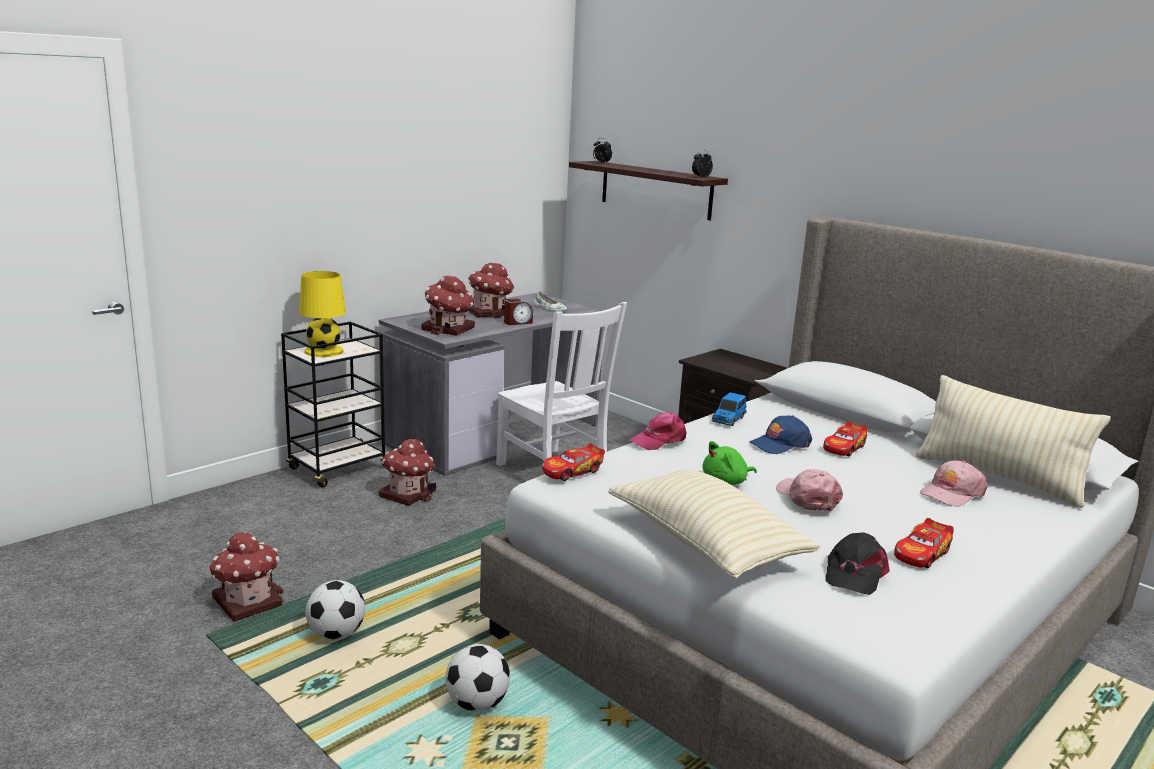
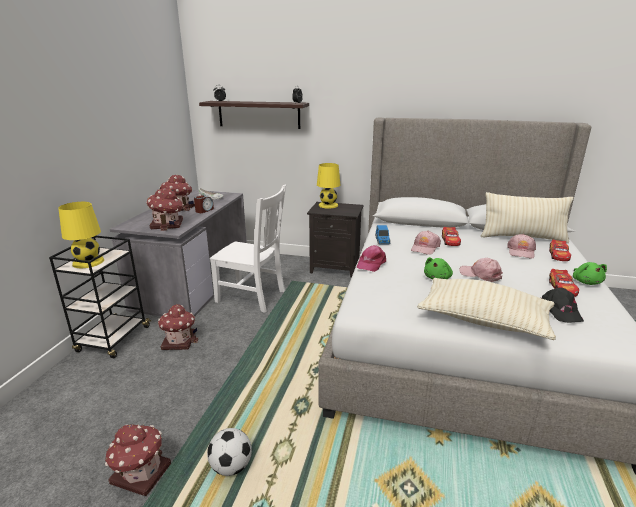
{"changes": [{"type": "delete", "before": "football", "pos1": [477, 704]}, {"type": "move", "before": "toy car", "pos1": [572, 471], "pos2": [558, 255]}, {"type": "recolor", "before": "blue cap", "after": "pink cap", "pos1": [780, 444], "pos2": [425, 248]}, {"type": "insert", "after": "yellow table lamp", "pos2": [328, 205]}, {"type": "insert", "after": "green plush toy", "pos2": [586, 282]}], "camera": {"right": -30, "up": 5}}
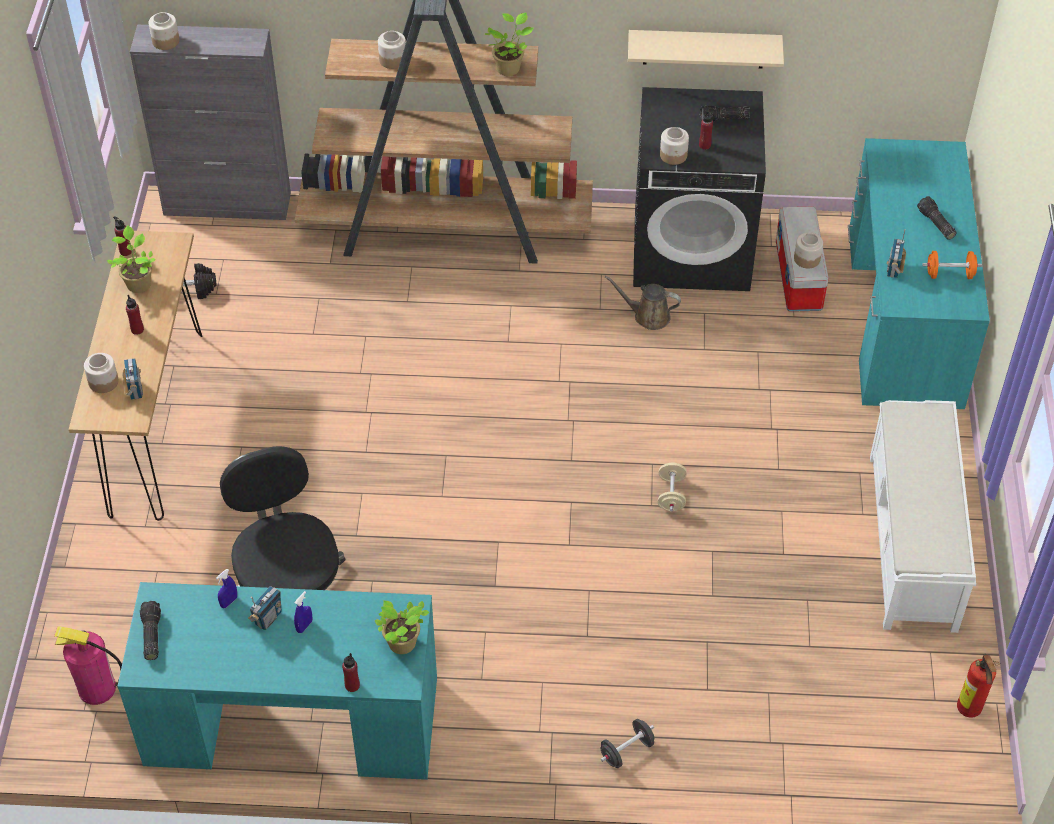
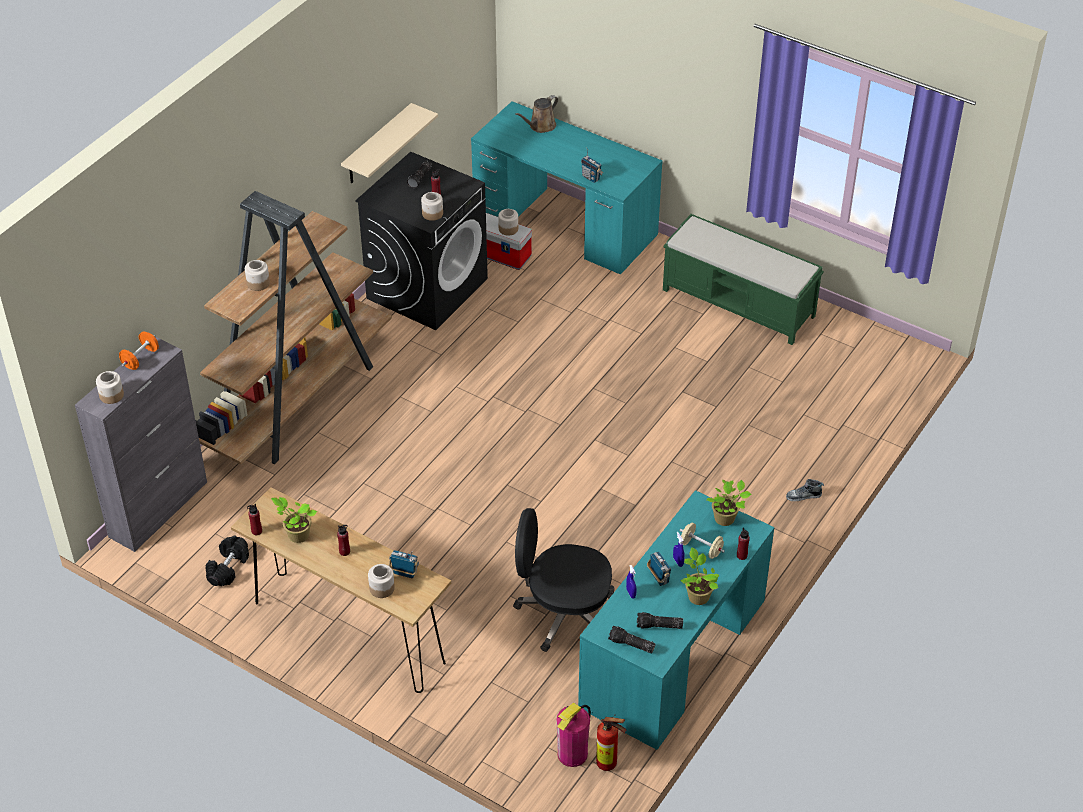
{"changes": [{"type": "move", "before": "potted plant", "pos1": [509, 68], "pos2": [697, 596]}, {"type": "replace", "before": "black dumbbell", "after": "shoe", "pos1": [626, 751], "pos2": [803, 496]}, {"type": "move", "before": "brown watering can", "pos1": [648, 316], "pos2": [540, 126]}, {"type": "move", "before": "beige dumbbell", "pos1": [671, 495], "pos2": [701, 548]}, {"type": "recolor", "before": "white bench", "after": "green bench", "pos1": [912, 543], "pos2": [739, 303]}, {"type": "move", "before": "flashlight", "pos1": [935, 224], "pos2": [659, 626]}, {"type": "move", "before": "orange dumbbell", "pos1": [949, 274], "pos2": [140, 359]}, {"type": "move", "before": "fire extinguisher", "pos1": [969, 711], "pos2": [609, 765]}], "camera": {"right": -60, "up": -5}}
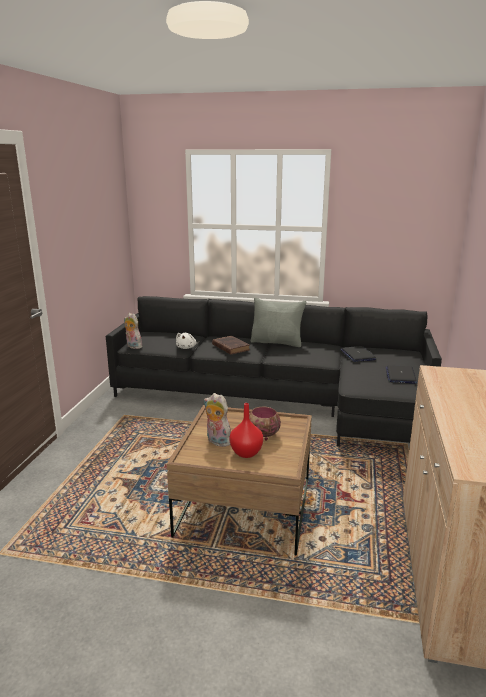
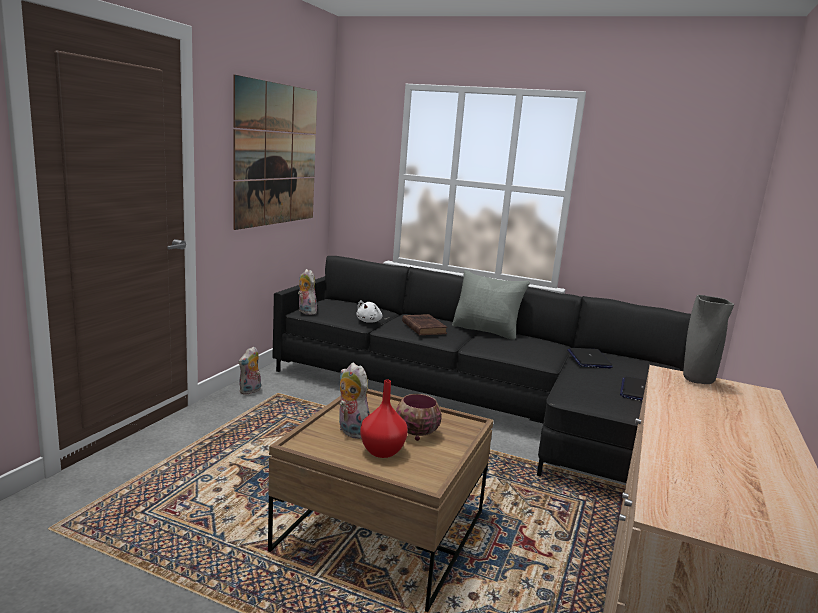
{"changes": [{"type": "insert", "after": "picture", "pos2": [276, 155]}, {"type": "insert", "after": "plush toy", "pos2": [250, 391]}, {"type": "insert", "after": "grey vase", "pos2": [696, 380]}], "camera": {"right": 10, "up": -5}}
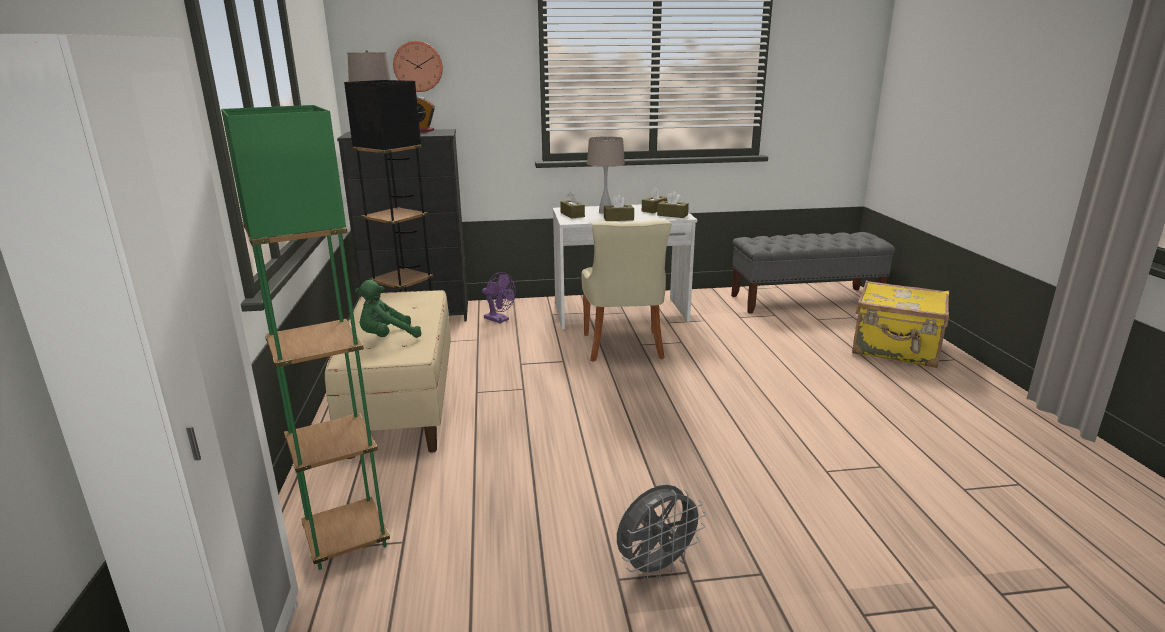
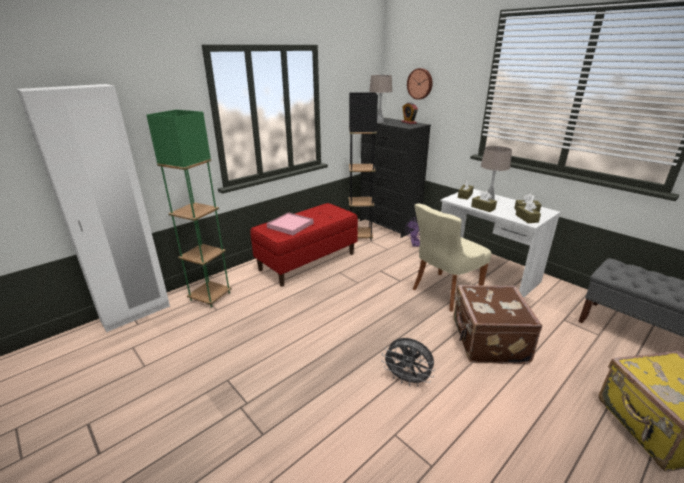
{"changes": [{"type": "recolor", "before": "beige bench", "after": "red bench", "pos1": [402, 405], "pos2": [307, 261]}, {"type": "replace", "before": "green plush toy", "after": "pink tray", "pos1": [387, 338], "pos2": [290, 225]}, {"type": "move", "before": "grey fan", "pos1": [656, 566], "pos2": [407, 379]}, {"type": "insert", "after": "brown suitcase", "pos2": [487, 341]}], "camera": {"right": 55, "up": 5}}
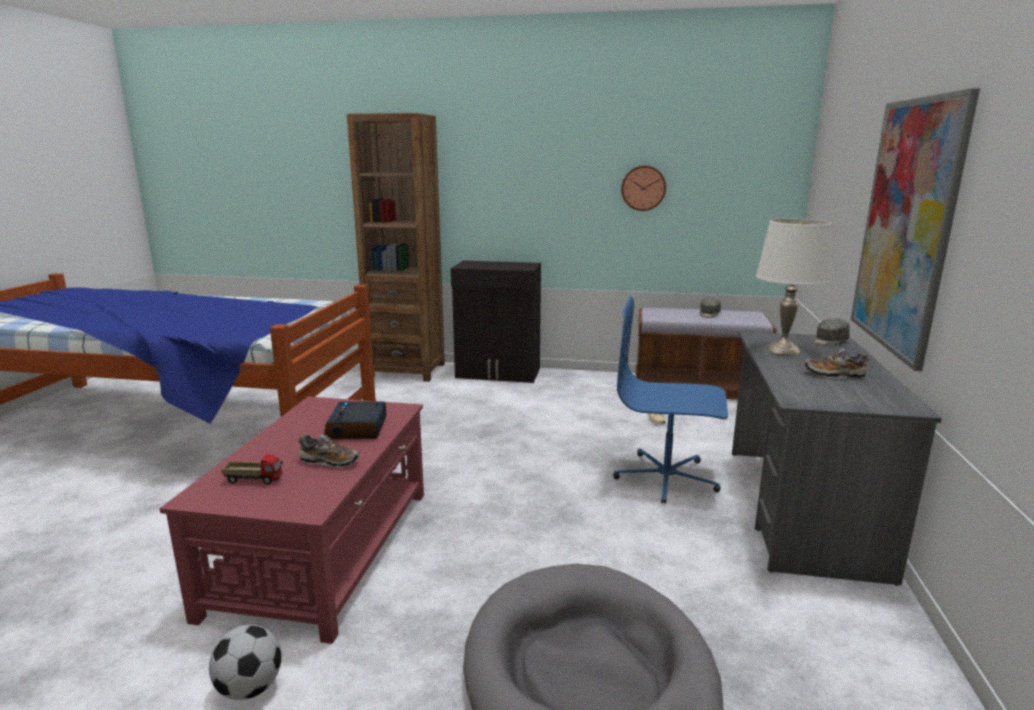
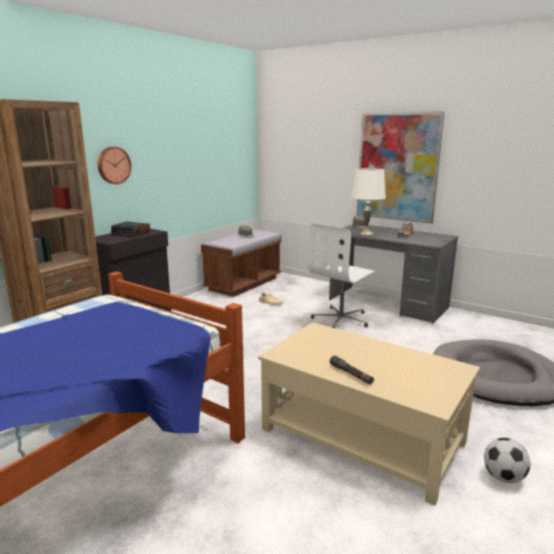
{"changes": [{"type": "recolor", "before": "red coffee table", "after": "beige coffee table", "pos1": [325, 548], "pos2": [361, 435]}, {"type": "delete", "before": "toy truck", "pos1": [254, 480]}, {"type": "delete", "before": "shoe", "pos1": [329, 461]}, {"type": "move", "before": "alarm clock", "pos1": [357, 428], "pos2": [131, 233]}, {"type": "recolor", "before": "blue office chair", "after": "white office chair", "pos1": [666, 478], "pos2": [341, 319]}, {"type": "move", "before": "wall clock", "pos1": [643, 188], "pos2": [113, 165]}, {"type": "insert", "after": "black flashlight", "pos2": [351, 374]}], "camera": {"right": -65, "up": 0}}
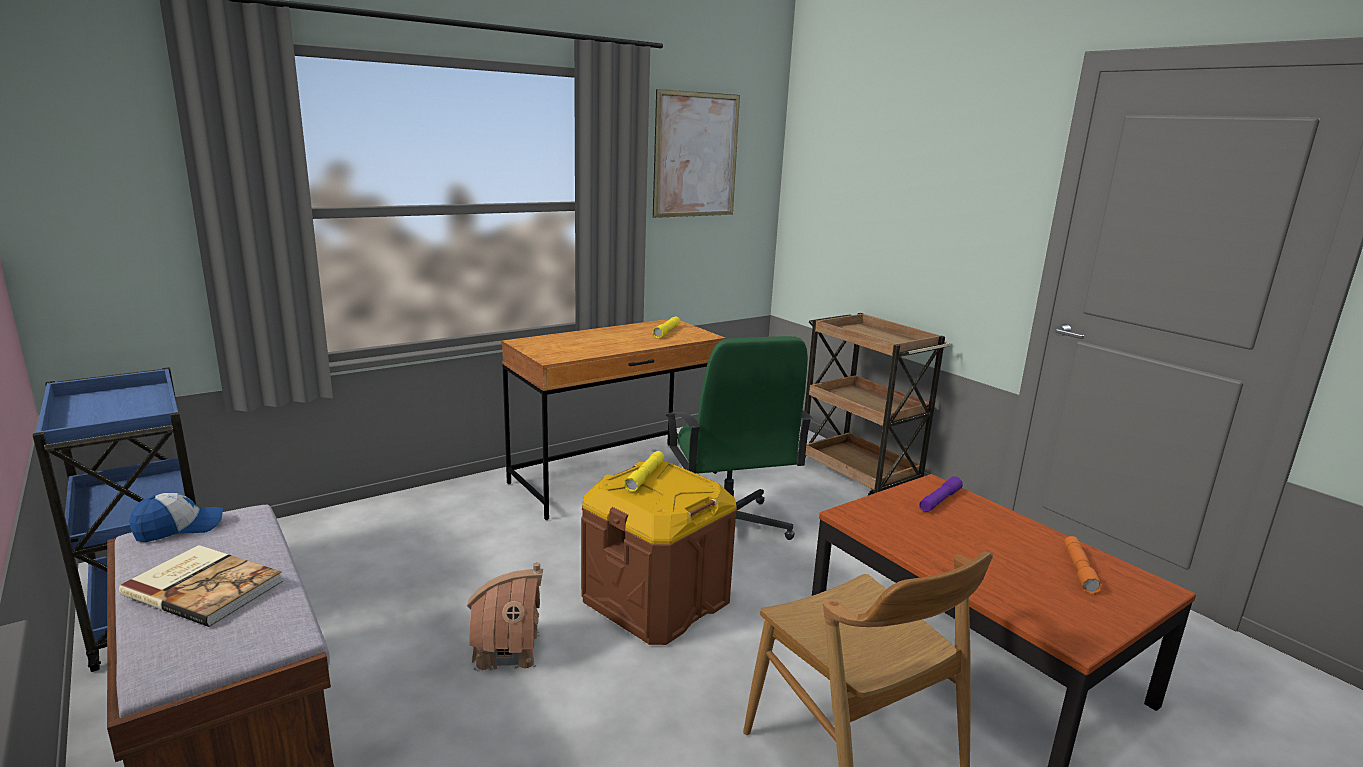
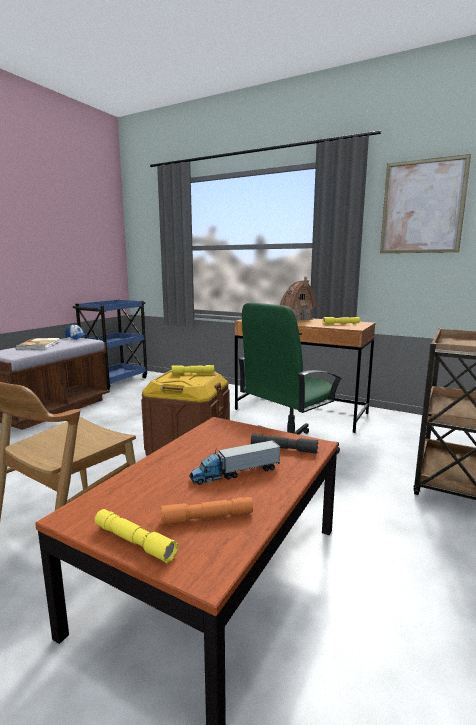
{"changes": [{"type": "move", "before": "toy house", "pos1": [508, 650], "pos2": [295, 319]}, {"type": "recolor", "before": "purple flashlight", "after": "grey flashlight", "pos1": [939, 500], "pos2": [283, 449]}, {"type": "insert", "after": "yellow flashlight", "pos2": [134, 542]}, {"type": "insert", "after": "toy truck", "pos2": [235, 473]}], "camera": {"right": 65, "up": -5}}
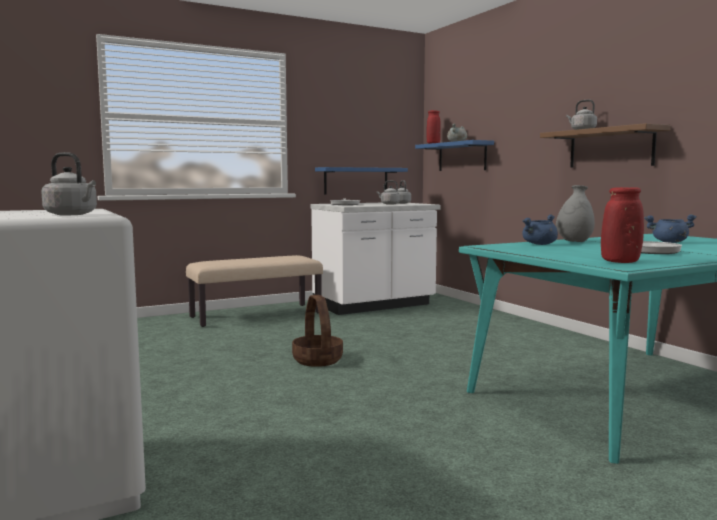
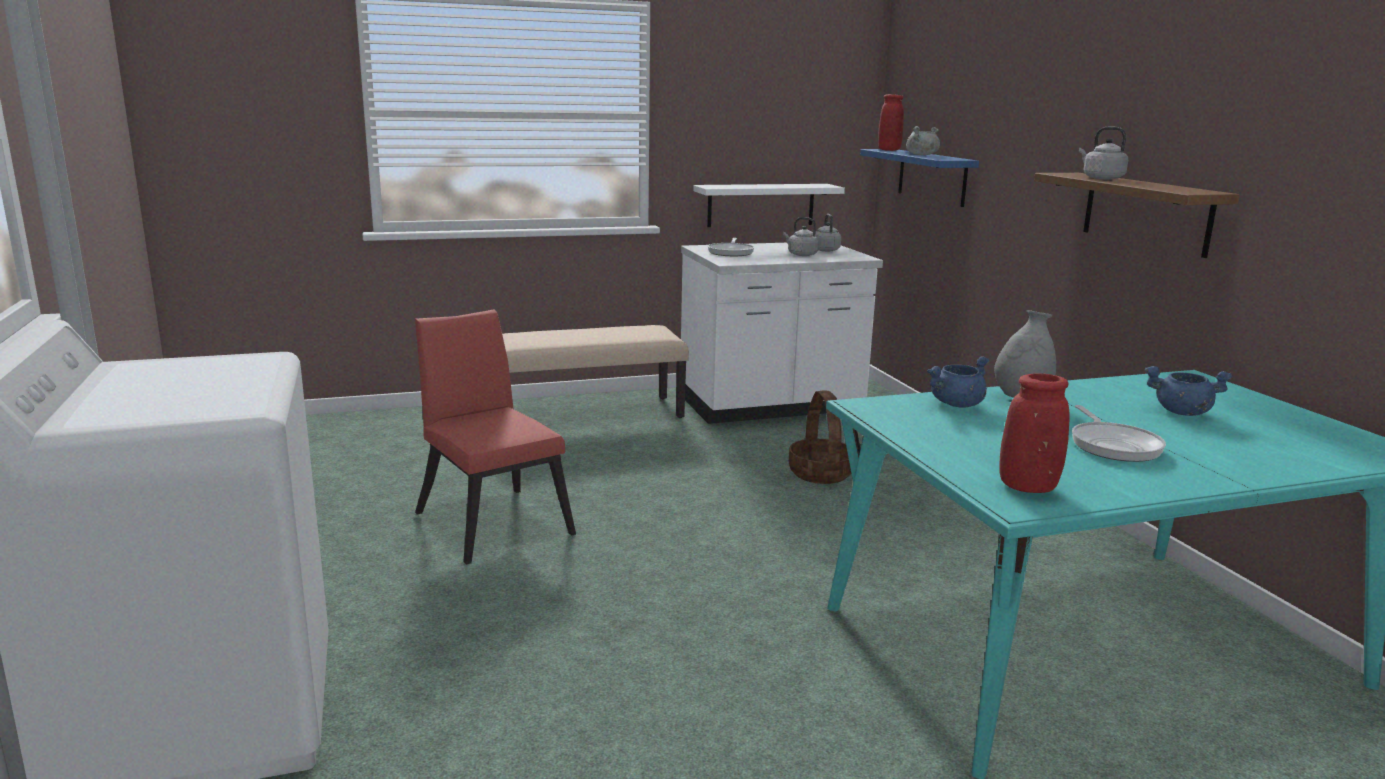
{"changes": [{"type": "delete", "before": "grey kettle", "pos1": [73, 214]}, {"type": "move", "before": "basket", "pos1": [318, 360], "pos2": [821, 473]}, {"type": "recolor", "before": "blue shelf", "after": "white shelf", "pos1": [356, 181], "pos2": [761, 205]}, {"type": "insert", "after": "red chair", "pos2": [492, 519]}], "camera": {"right": 10, "up": 10}}
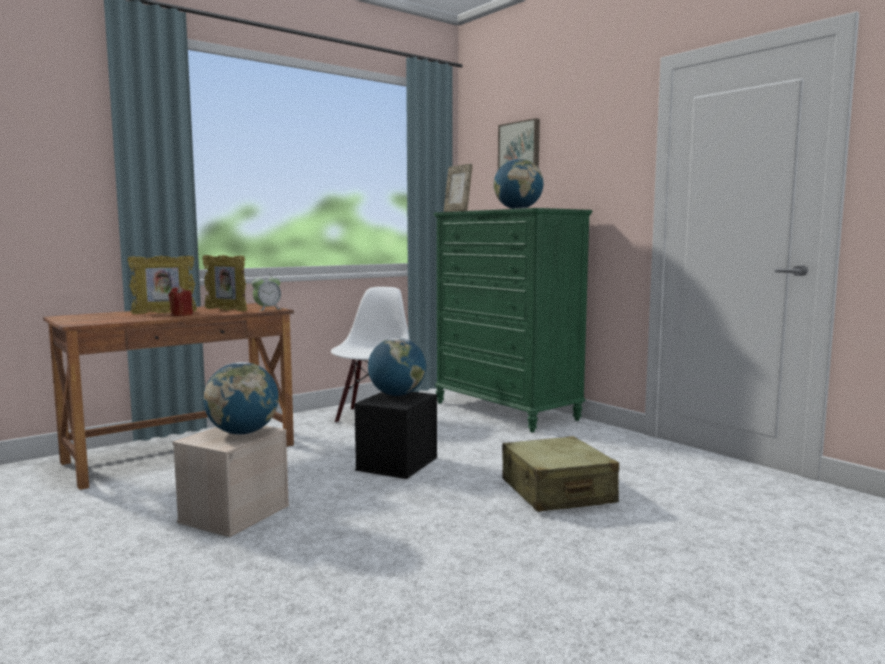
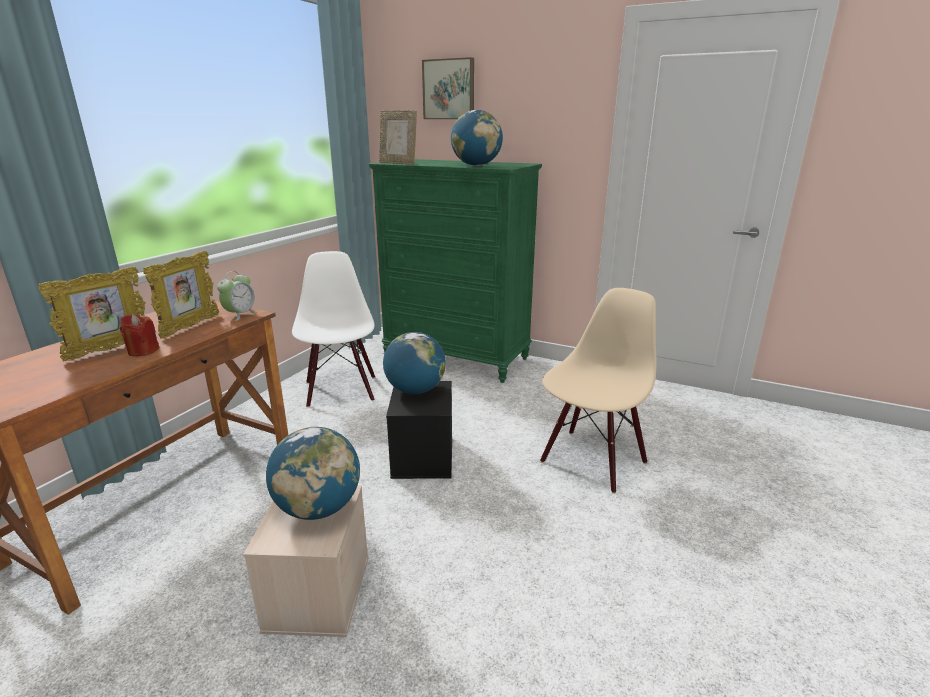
{"changes": [{"type": "rotate", "before": "picture frame", "pos1": [226, 310], "pos2": [190, 327], "turn": -75}, {"type": "replace", "before": "beige suitcase", "after": "beige chair", "pos1": [557, 492], "pos2": [592, 460]}], "camera": {"right": -25, "up": 15}}
